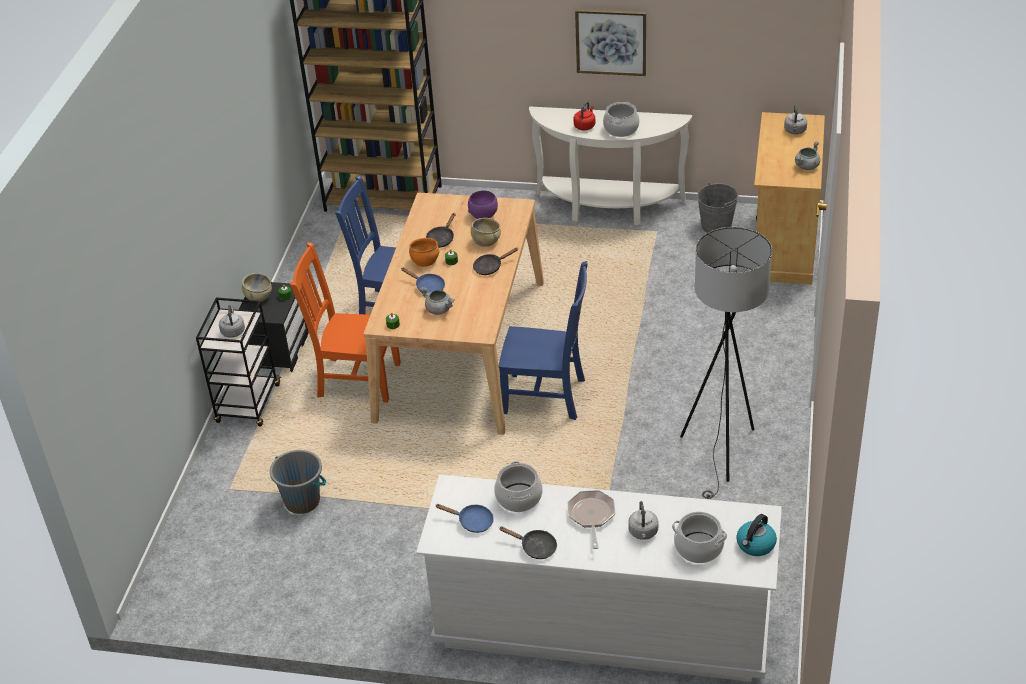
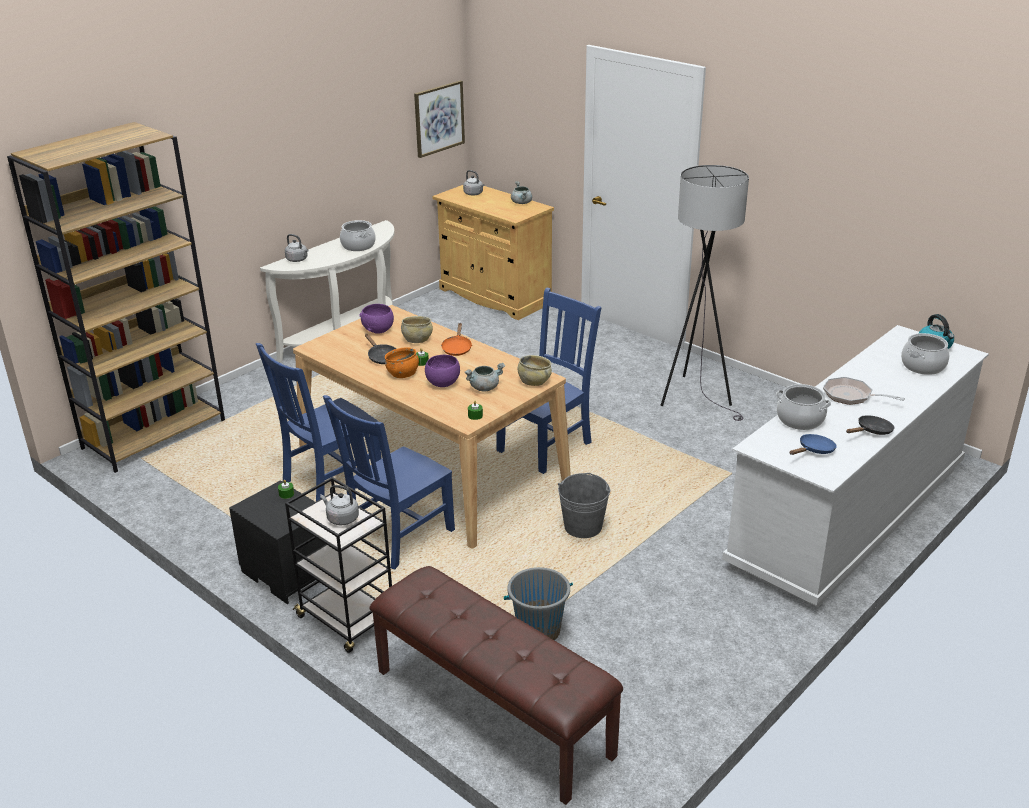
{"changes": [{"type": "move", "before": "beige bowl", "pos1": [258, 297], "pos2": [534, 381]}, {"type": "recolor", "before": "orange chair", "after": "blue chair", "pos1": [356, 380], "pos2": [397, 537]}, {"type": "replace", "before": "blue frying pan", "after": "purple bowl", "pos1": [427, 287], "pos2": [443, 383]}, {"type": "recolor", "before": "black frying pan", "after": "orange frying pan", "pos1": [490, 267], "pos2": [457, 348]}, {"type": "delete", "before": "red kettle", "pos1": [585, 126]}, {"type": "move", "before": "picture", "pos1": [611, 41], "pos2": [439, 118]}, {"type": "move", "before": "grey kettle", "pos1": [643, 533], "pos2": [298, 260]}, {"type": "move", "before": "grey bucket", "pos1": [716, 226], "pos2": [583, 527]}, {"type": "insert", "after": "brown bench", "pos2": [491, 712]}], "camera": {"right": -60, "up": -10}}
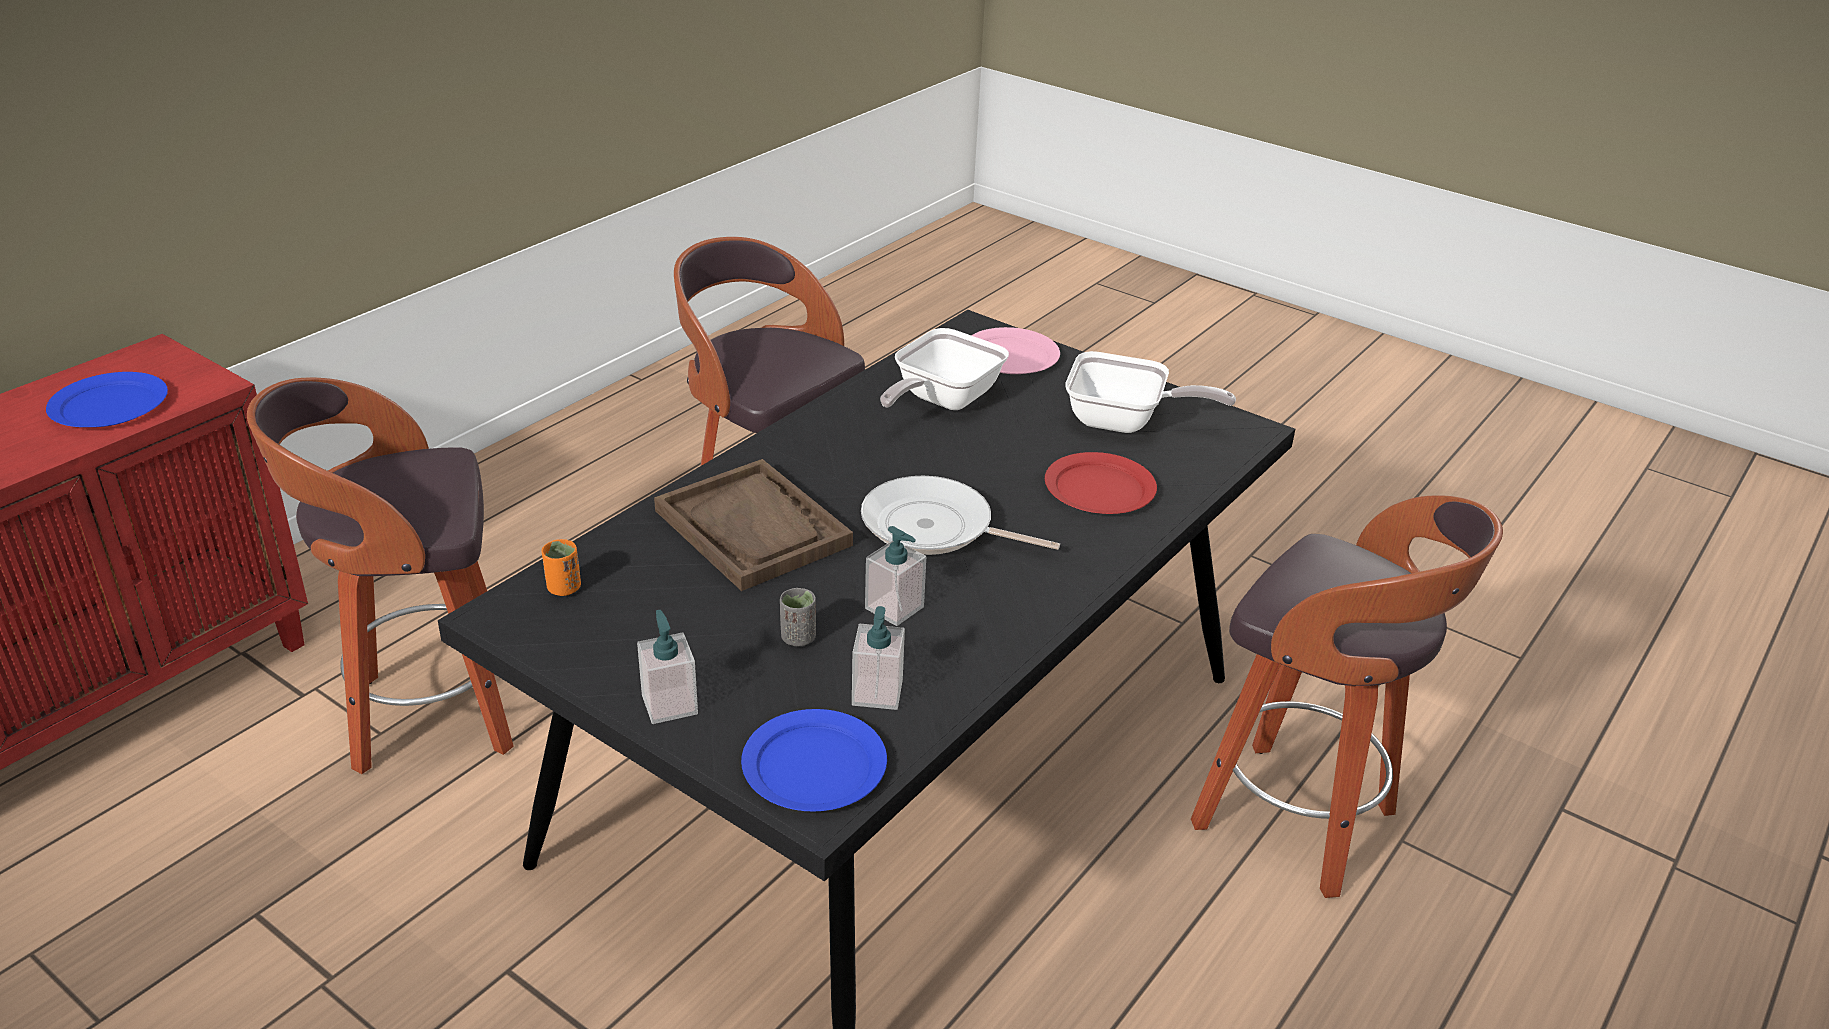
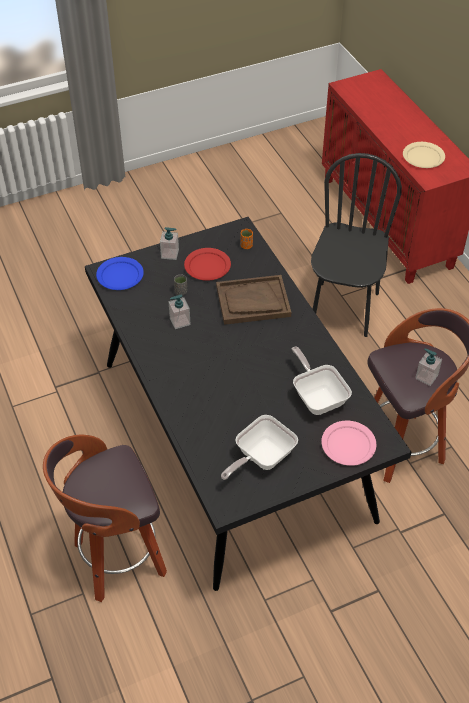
{"changes": [{"type": "recolor", "before": "blue plate", "after": "beige plate", "pos1": [109, 406], "pos2": [423, 157]}, {"type": "replace", "before": "stool", "after": "black chair", "pos1": [428, 717], "pos2": [344, 309]}, {"type": "move", "before": "soap dispenser", "pos1": [877, 693], "pos2": [426, 377]}, {"type": "delete", "before": "frying pan", "pos1": [934, 528]}, {"type": "move", "before": "red plate", "pos1": [1100, 488], "pos2": [207, 266]}], "camera": {"right": 120, "up": 15}}
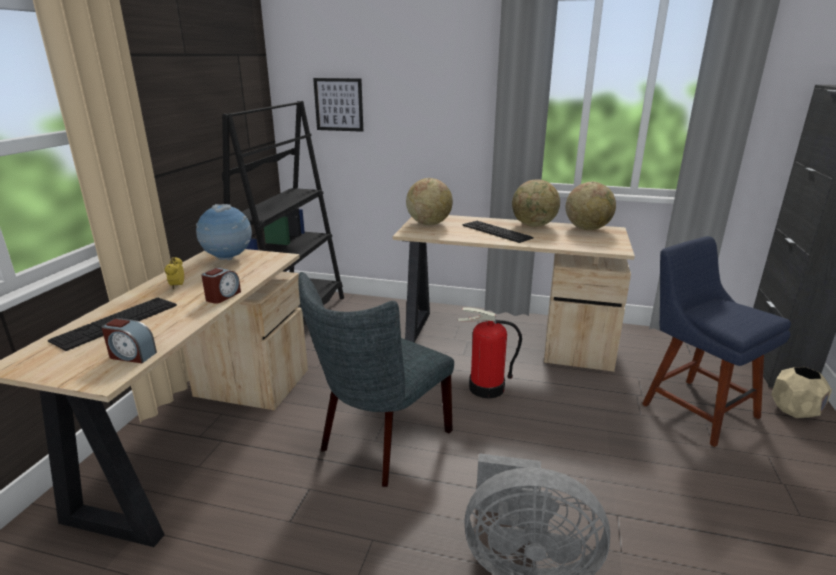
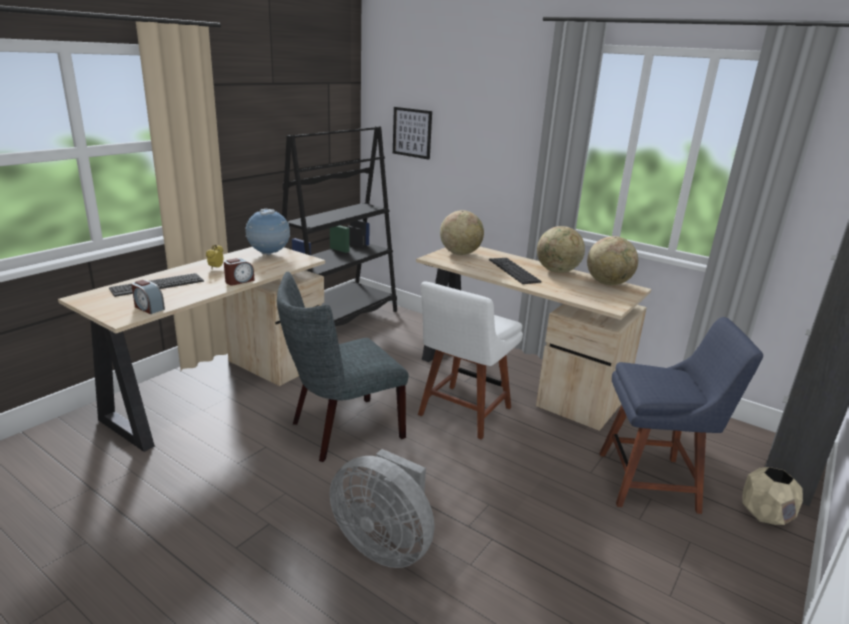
{"changes": [{"type": "replace", "before": "fire extinguisher", "after": "white chair", "pos1": [486, 388], "pos2": [462, 413]}, {"type": "rotate", "before": "blue chair", "pos1": [694, 407], "pos2": [653, 482], "turn": 105}], "camera": {"right": 20, "up": 0}}
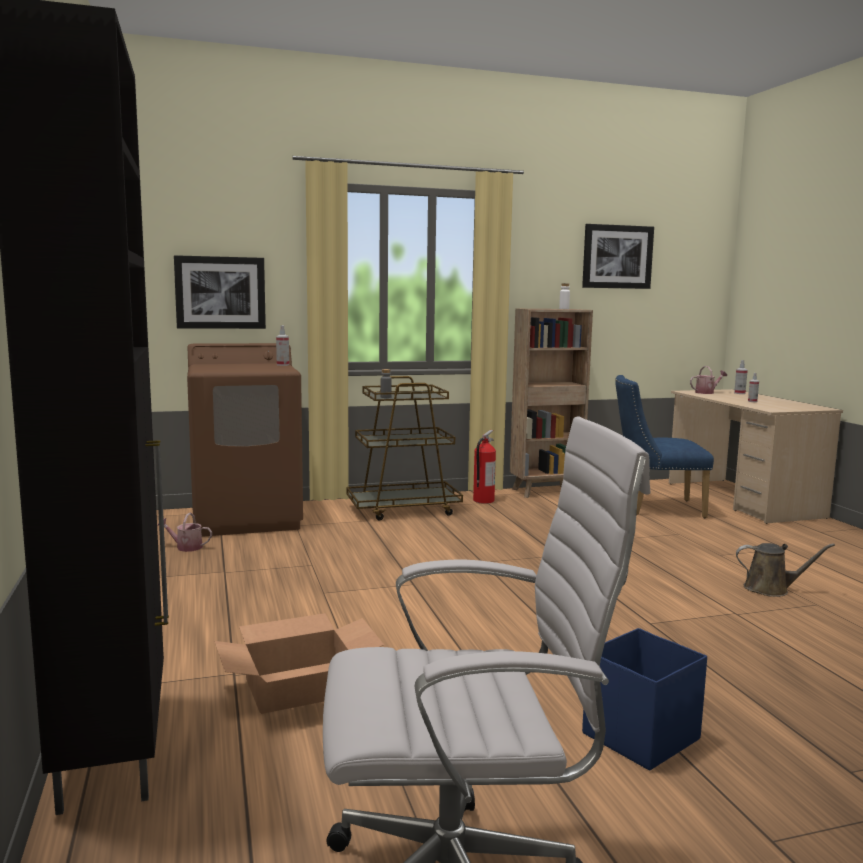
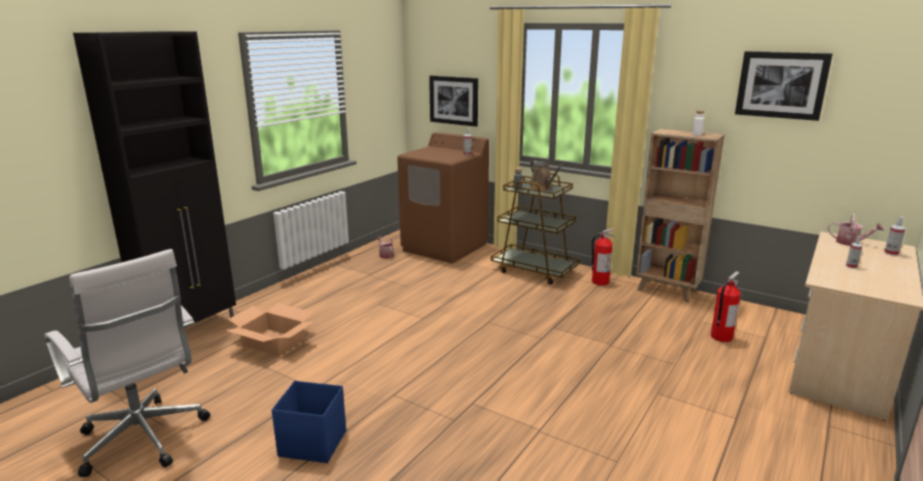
{"changes": [{"type": "replace", "before": "blue chair", "after": "fire extinguisher", "pos1": [654, 508], "pos2": [720, 337]}, {"type": "move", "before": "brown watering can", "pos1": [771, 589], "pos2": [542, 188]}], "camera": {"right": 50, "up": 10}}
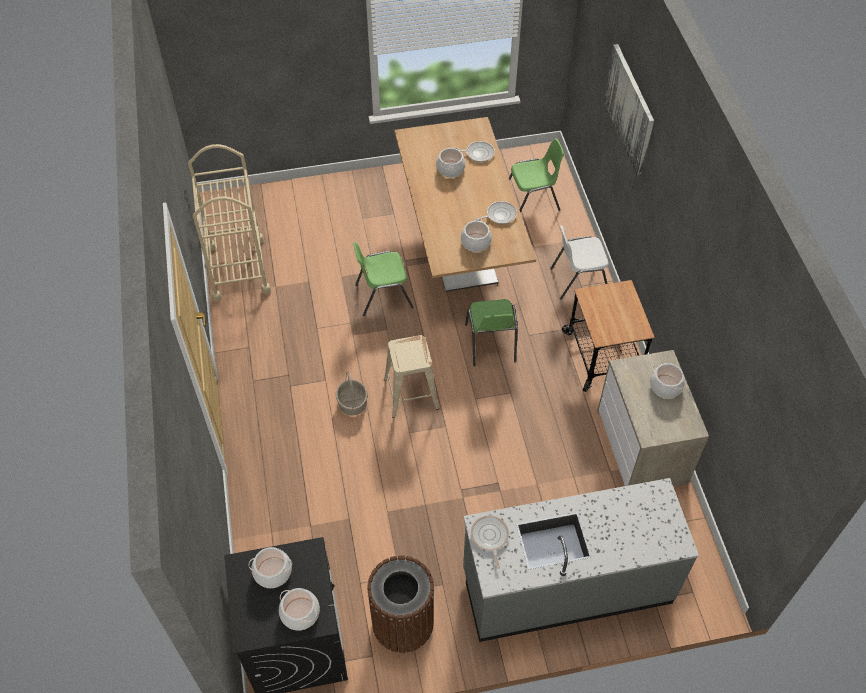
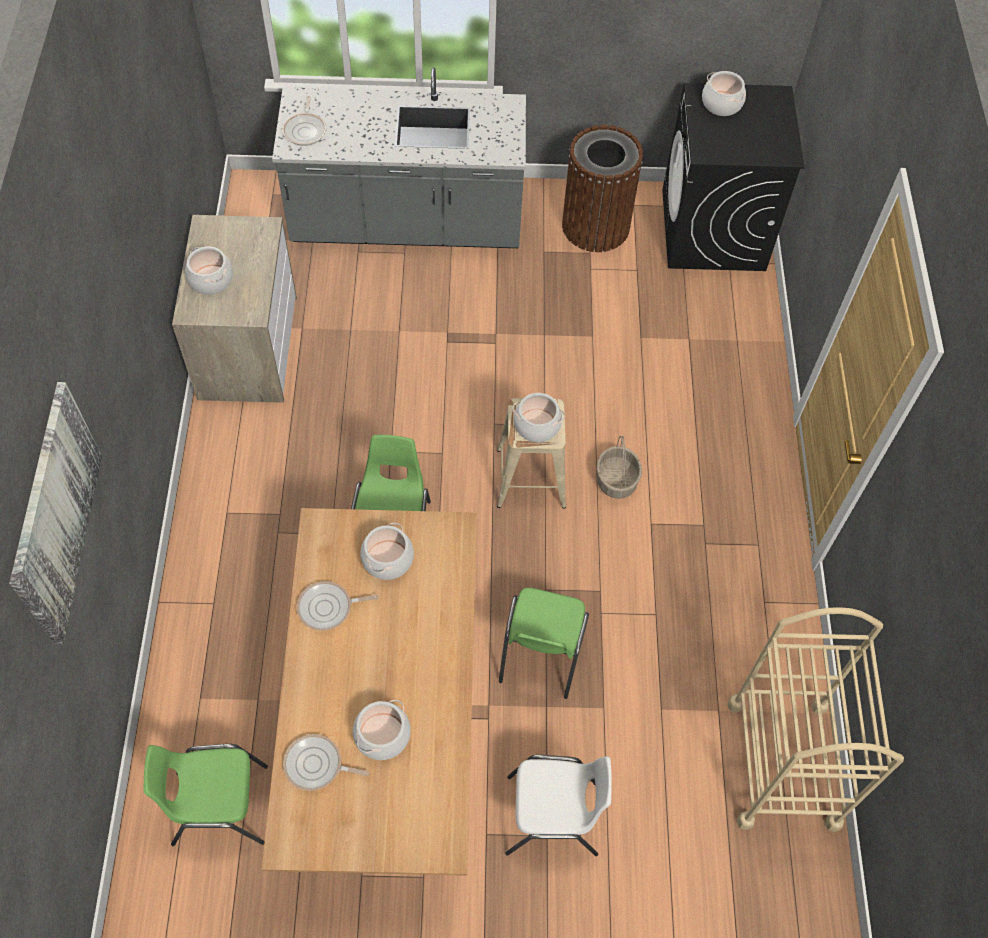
{"changes": [{"type": "move", "before": "cooking pot", "pos1": [272, 572], "pos2": [537, 425]}, {"type": "rotate", "before": "green chair", "pos1": [382, 295], "pos2": [541, 653], "turn": 105}, {"type": "move", "before": "frying pan", "pos1": [489, 537], "pos2": [305, 130]}, {"type": "move", "before": "white chair", "pos1": [578, 280], "pos2": [553, 817]}, {"type": "delete", "before": "cart", "pos1": [604, 356]}], "camera": {"right": -170, "up": 5}}
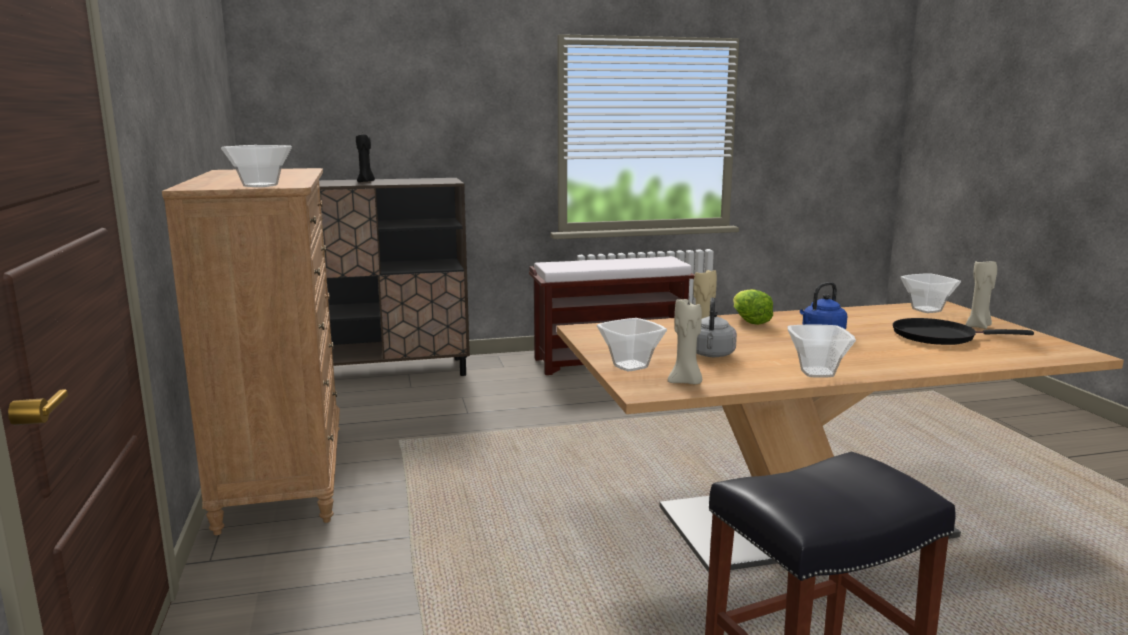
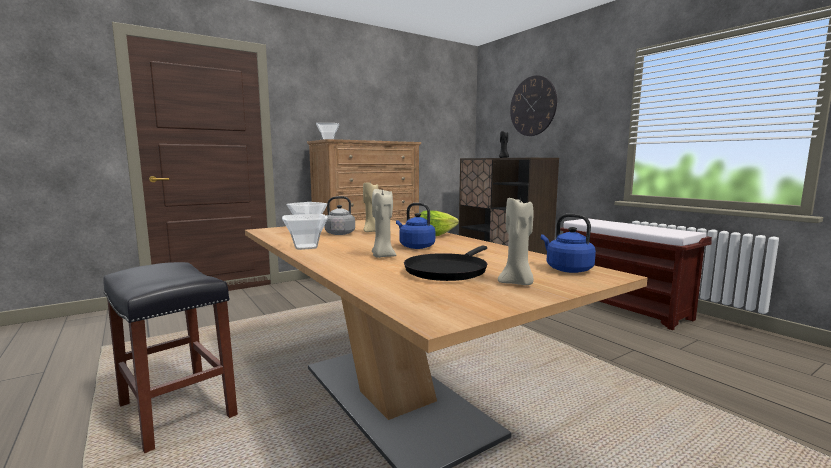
{"changes": [{"type": "move", "before": "beige candle", "pos1": [686, 382], "pos2": [382, 256]}, {"type": "rotate", "before": "black frying pan", "pos1": [939, 336], "pos2": [447, 270], "turn": -135}, {"type": "replace", "before": "bowl", "after": "blue kettle", "pos1": [926, 310], "pos2": [566, 269]}, {"type": "insert", "after": "wall clock", "pos2": [533, 106]}], "camera": {"right": 70, "up": -5}}
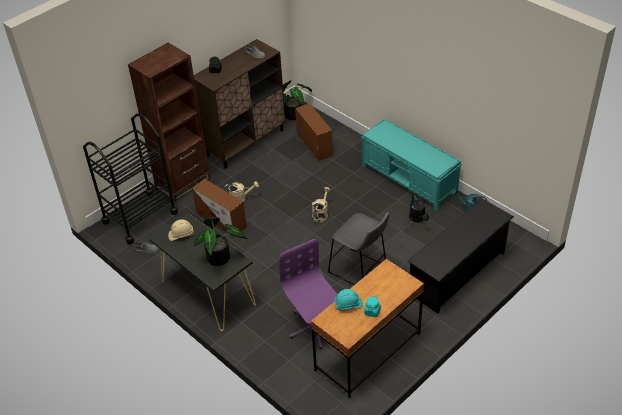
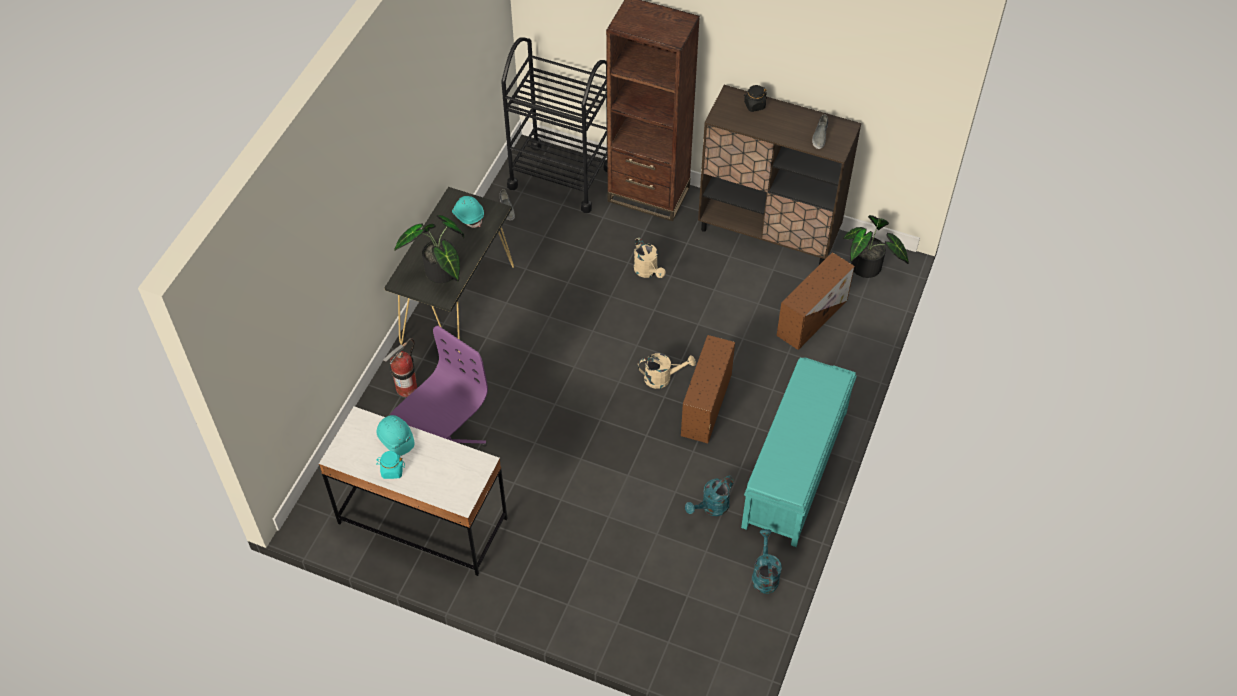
{"changes": [{"type": "recolor", "before": "beige hard hat", "after": "turquoise hard hat", "pos1": [181, 234], "pos2": [468, 215]}, {"type": "move", "before": "brown storage box", "pos1": [222, 220], "pos2": [706, 406]}, {"type": "recolor", "before": "brown desk", "after": "white desk", "pos1": [367, 352], "pos2": [422, 520]}, {"type": "delete", "before": "grey stool", "pos1": [360, 271]}, {"type": "delete", "before": "black shoe rack", "pos1": [457, 274]}, {"type": "recolor", "before": "black watering can", "after": "turquoise watering can", "pos1": [418, 219], "pos2": [711, 508]}, {"type": "insert", "after": "fire extinguisher", "pos2": [406, 388]}], "camera": {"right": 65, "up": 10}}
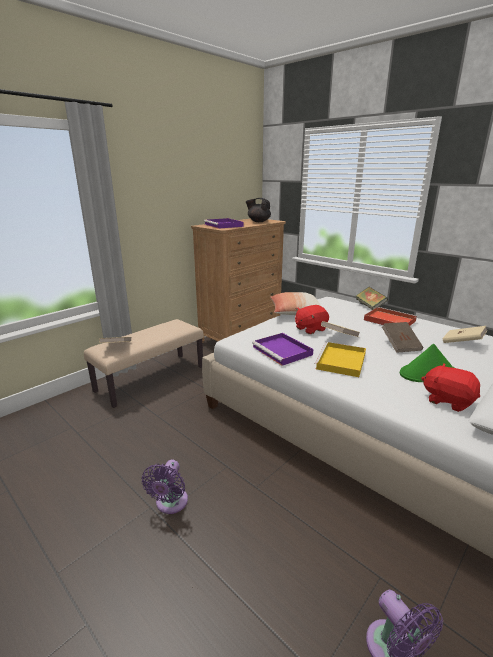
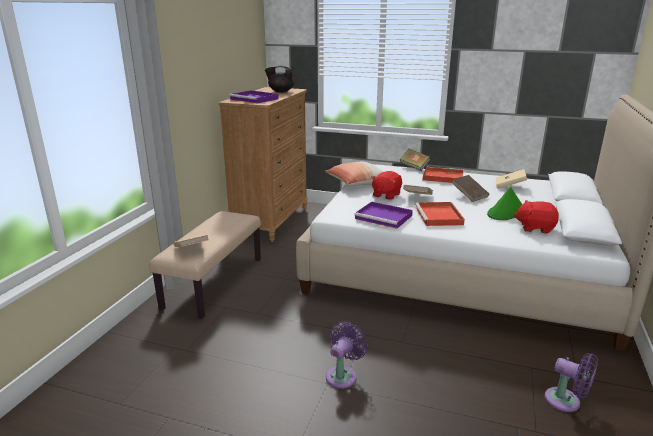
{"changes": [{"type": "rotate", "before": "purple fan", "pos1": [170, 504], "pos2": [343, 375], "turn": -135}, {"type": "recolor", "before": "yellow tray", "after": "red tray", "pos1": [341, 362], "pos2": [439, 216]}], "camera": {"right": -25, "up": 0}}
